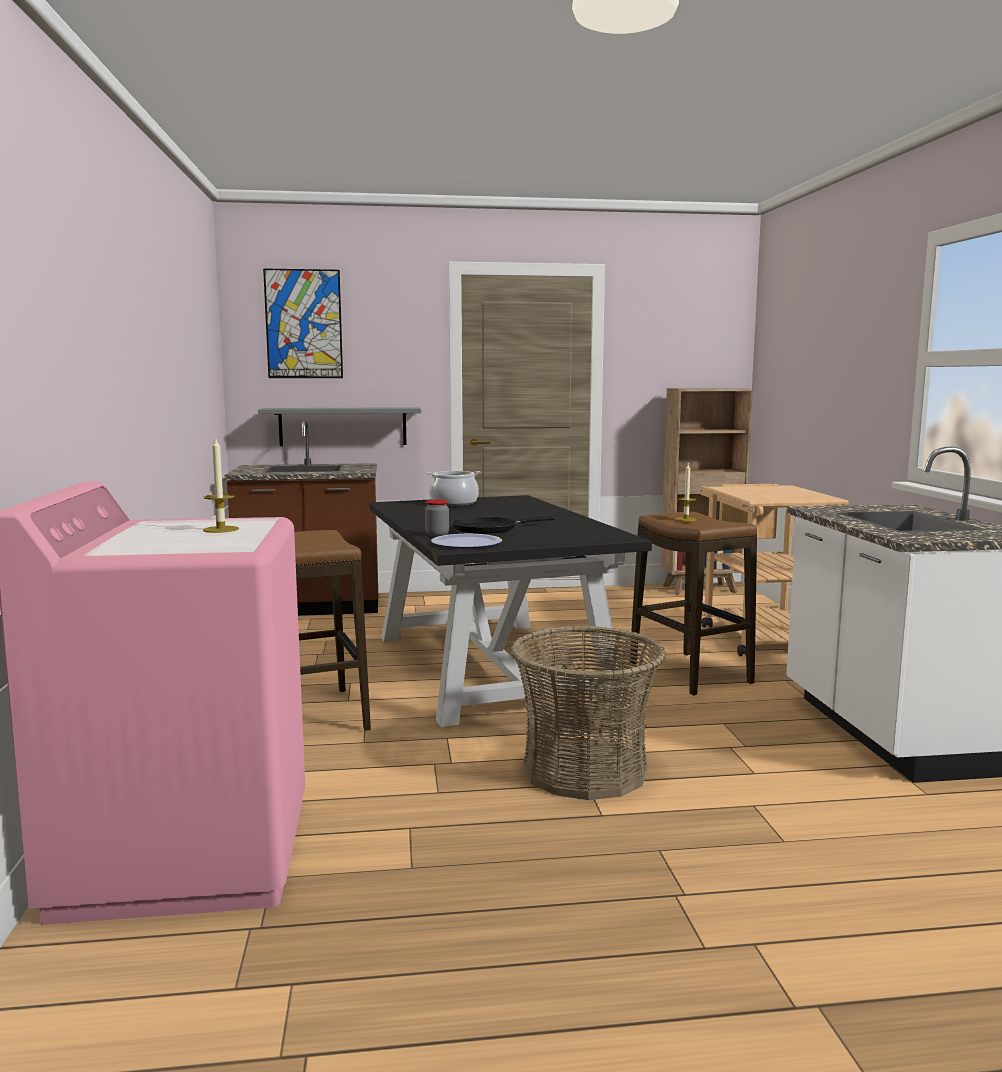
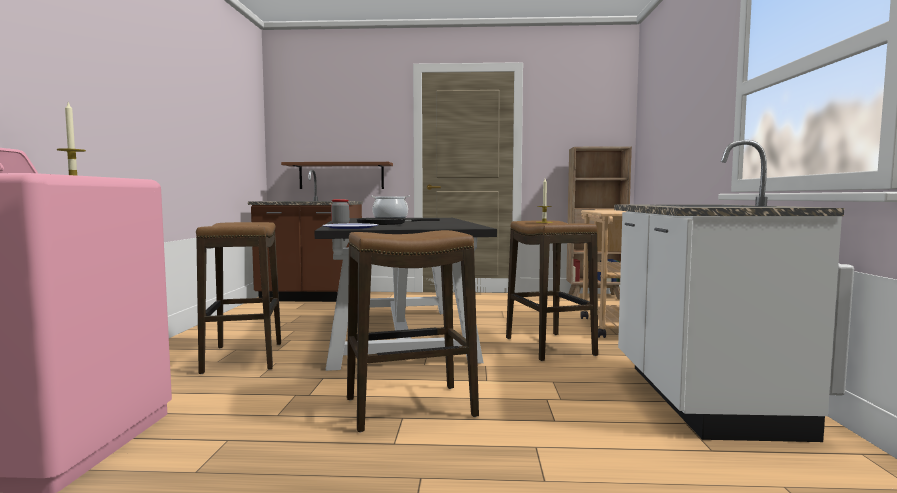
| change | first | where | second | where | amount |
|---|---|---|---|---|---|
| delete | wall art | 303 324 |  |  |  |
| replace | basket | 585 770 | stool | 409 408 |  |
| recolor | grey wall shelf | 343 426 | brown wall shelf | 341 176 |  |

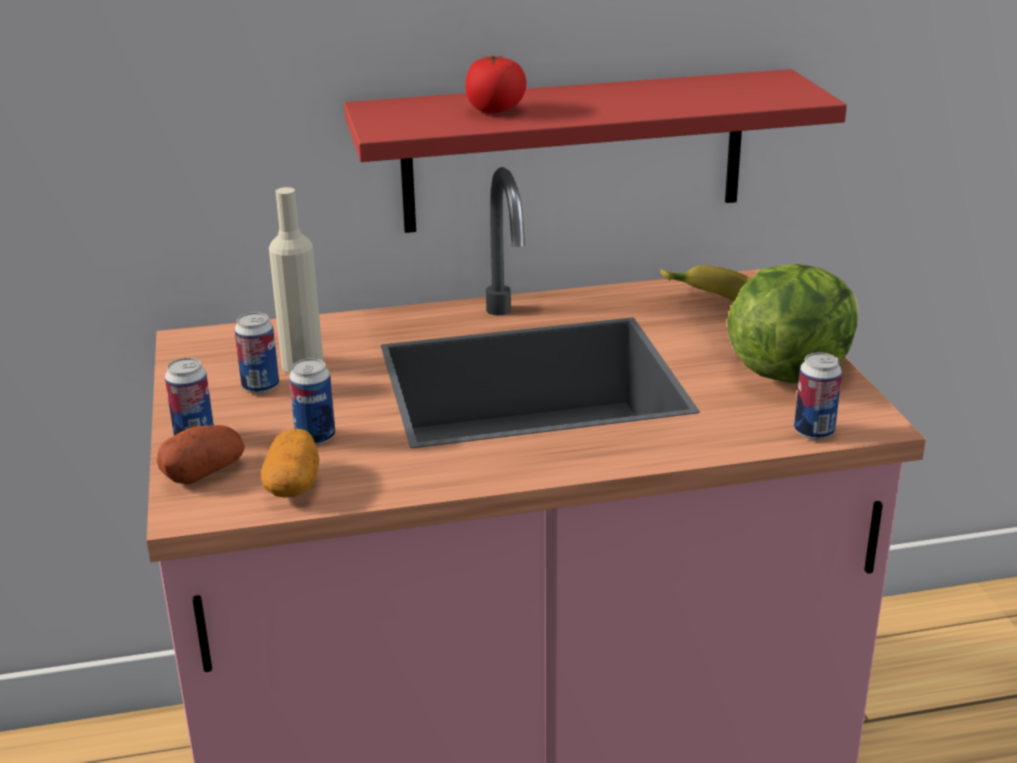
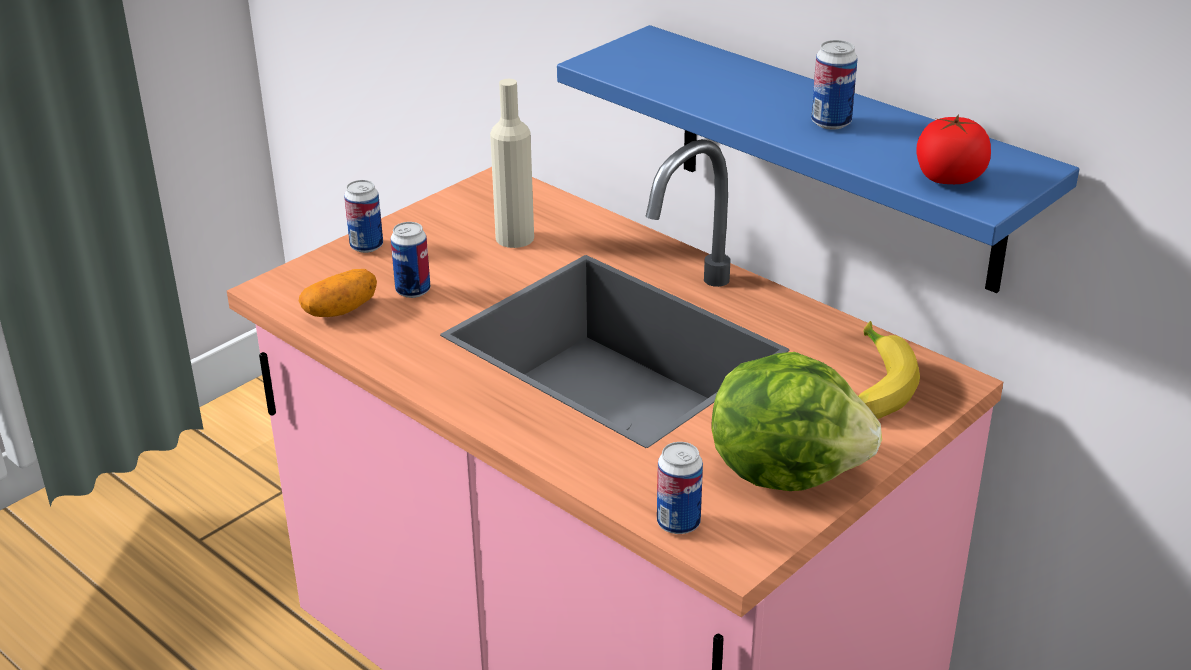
| change | first | where | second | where | amount |
|---|---|---|---|---|---|
| delete | potato | 204 472 |  |  |  |
| move | can | 260 387 |  | 831 123 |  |
| move | whole tomato | 495 110 |  | 949 179 |  |
| recolor | reddish wall shelf | 574 151 | blue wall shelf | 837 158 |  |

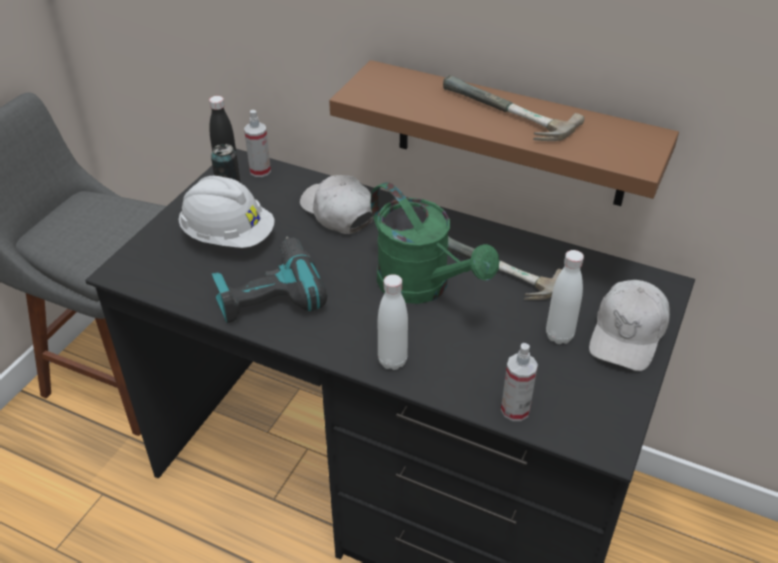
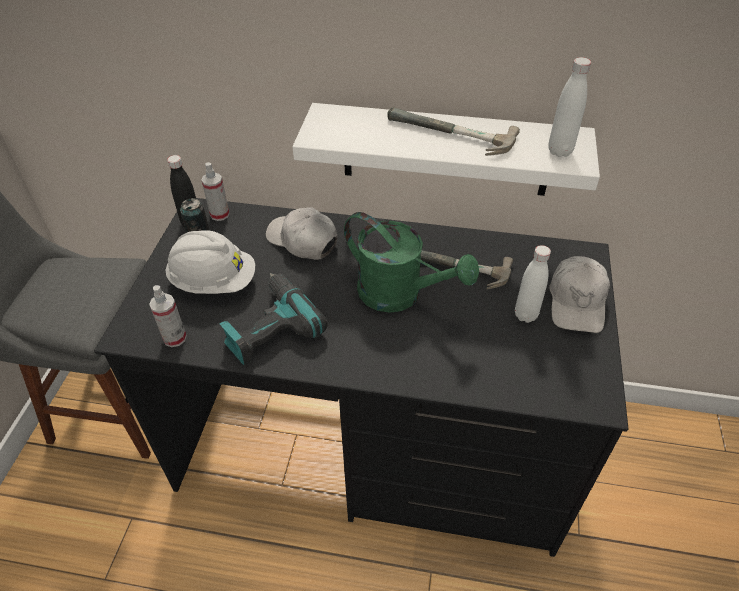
| change | first | where | second | where | amount |
|---|---|---|---|---|---|
| move | white bottle | 392 361 |  | 560 151 |  |
| move | sprayer | 515 410 |  | 174 338 |  |
| recolor | brown wall shelf | 510 135 | white wall shelf | 446 150 |  |

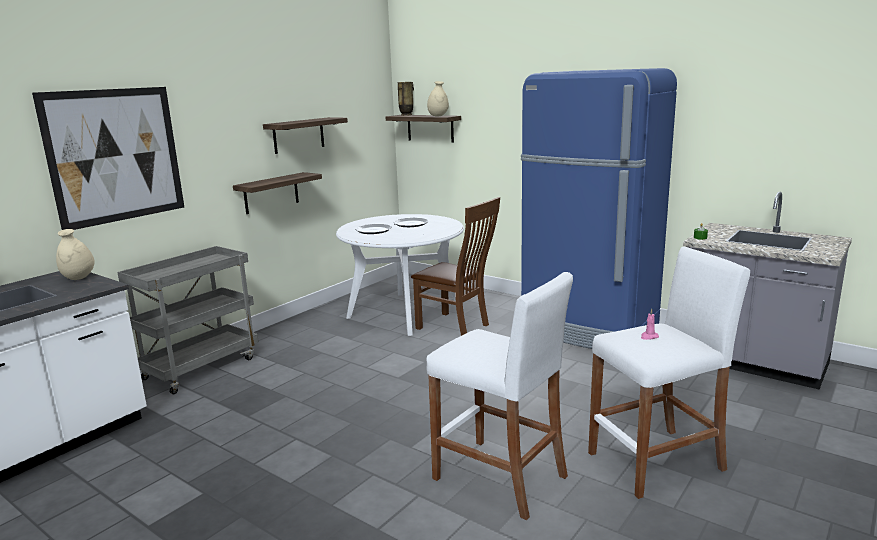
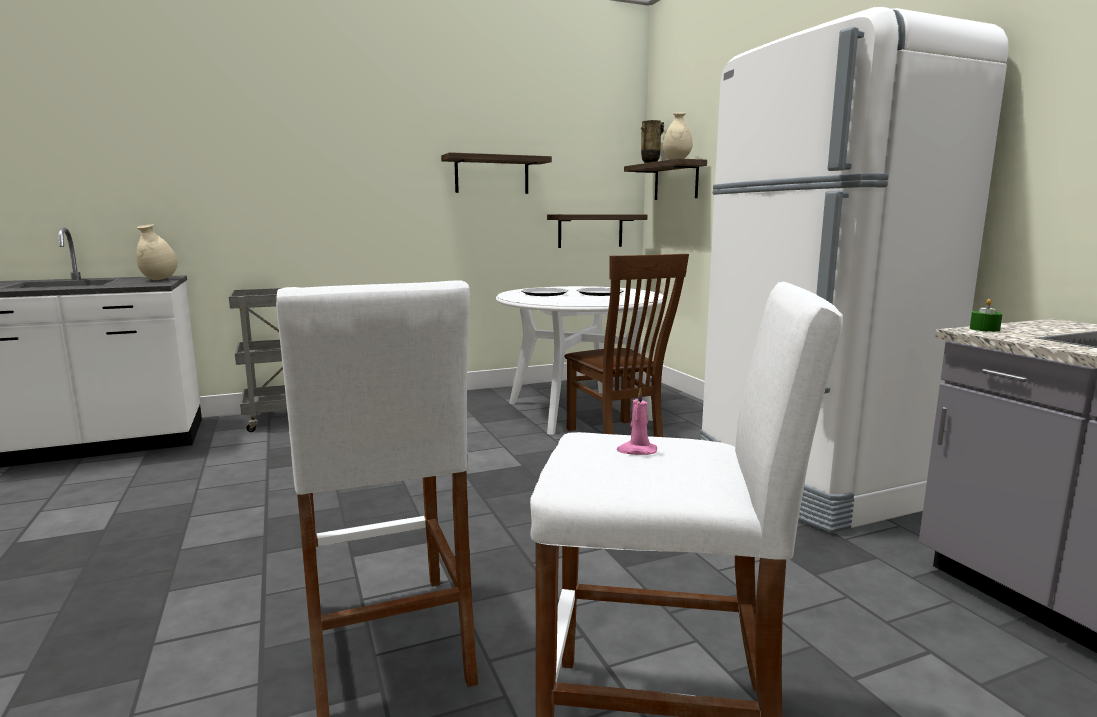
| change | first | where | second | where | amount |
|---|---|---|---|---|---|
| delete | wall art | 115 156 |  |  |  |
| move | wall shelf | 271 193 |  | 590 230 |  |
| recolor | blue fridge | 589 329 | white fridge | 808 482 |  |

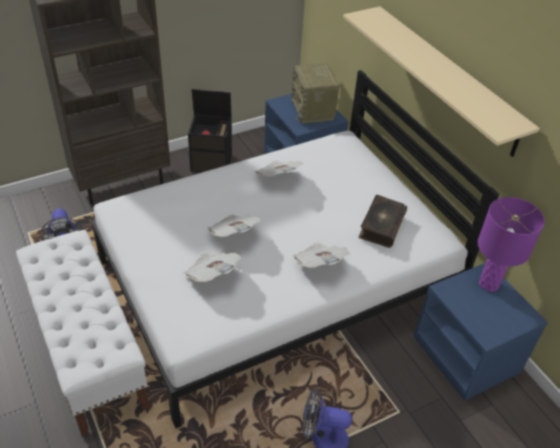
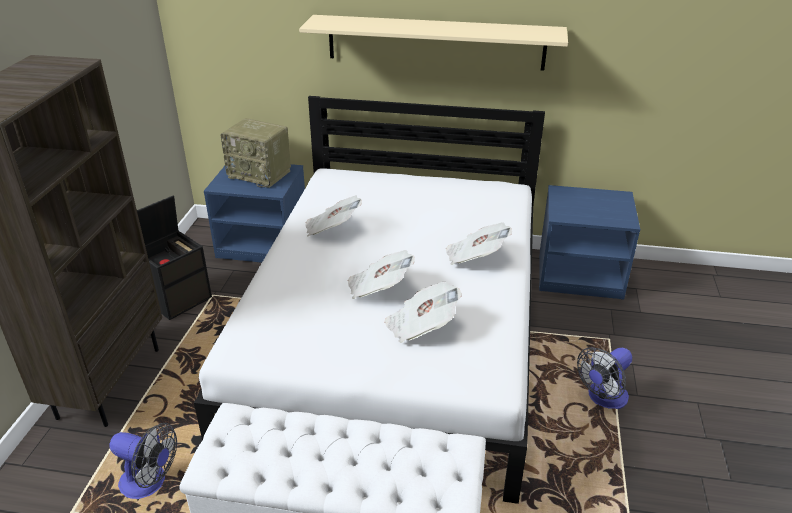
| change | first | where | second | where | amount |
|---|---|---|---|---|---|
| delete | book | 381 226 |  |  |  |
| delete | purple-coloured table lamp | 488 283 |  |  |  |

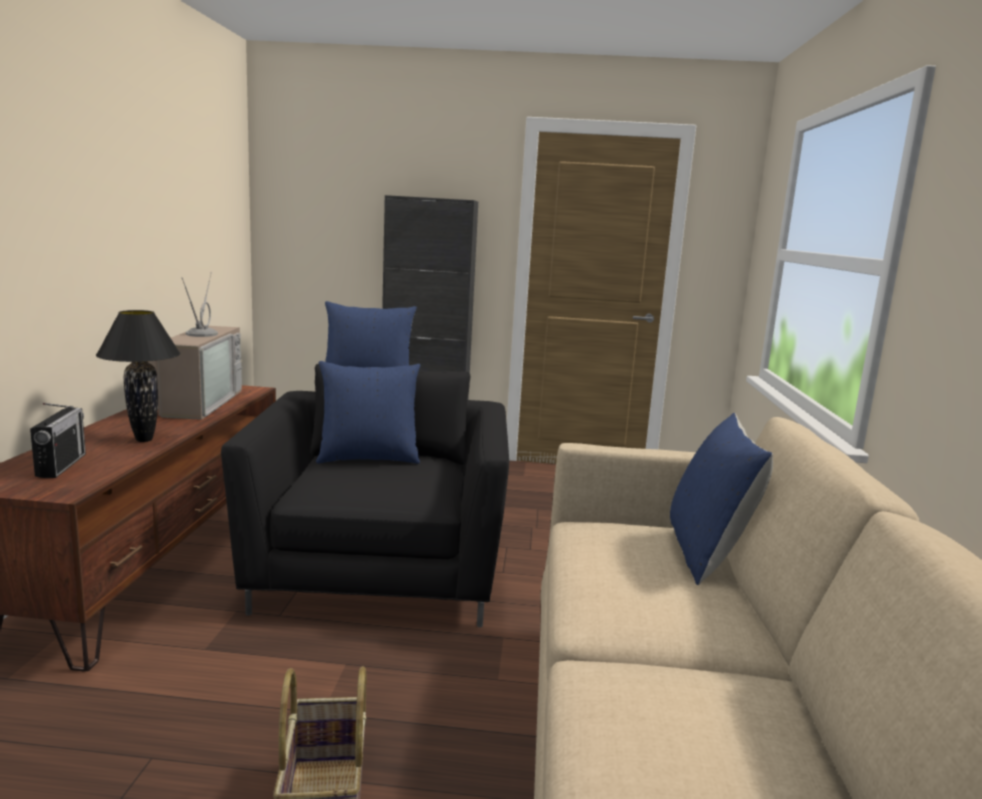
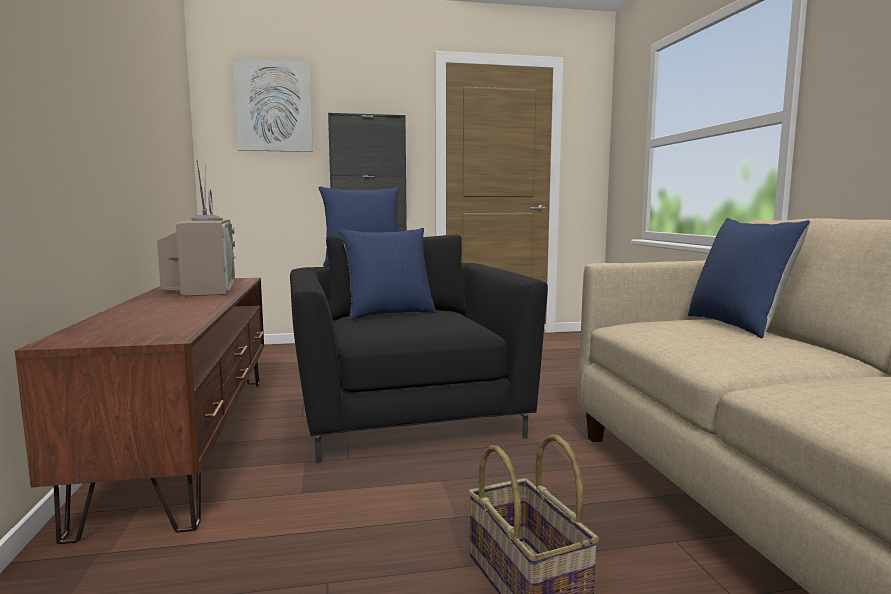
| change | first | where | second | where | amount |
|---|---|---|---|---|---|
| delete | radio | 61 465 |  |  |  |
| delete | blackish table lamp | 144 440 |  |  |  |
| insert |  |  | wall art | 274 106 |  |

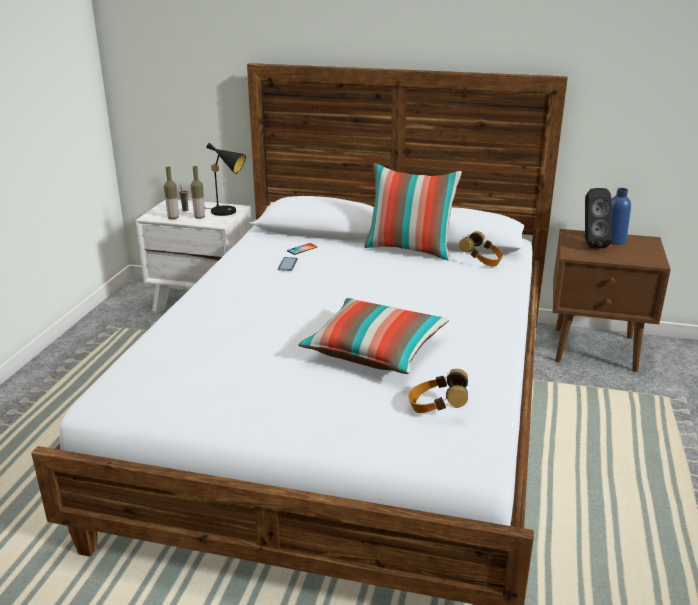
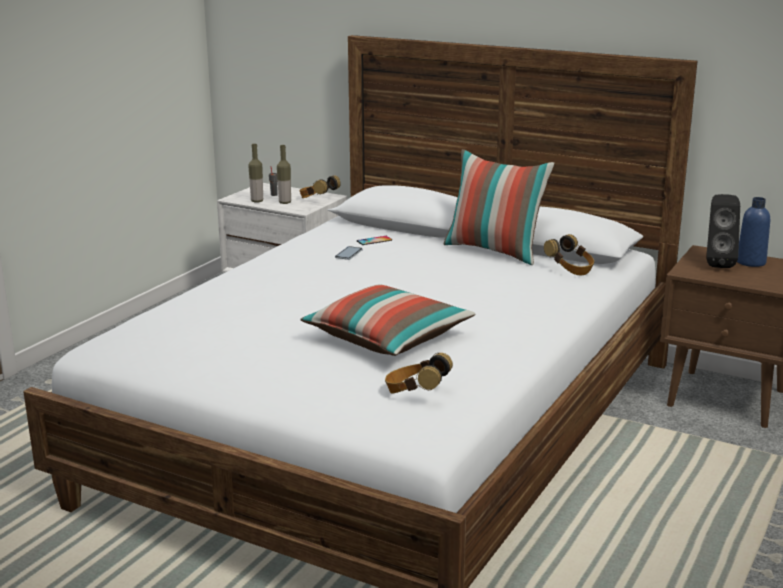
| change | first | where | second | where | amount |
|---|---|---|---|---|---|
| replace | blackish table lamp | 227 212 | headphones | 318 200 |  |

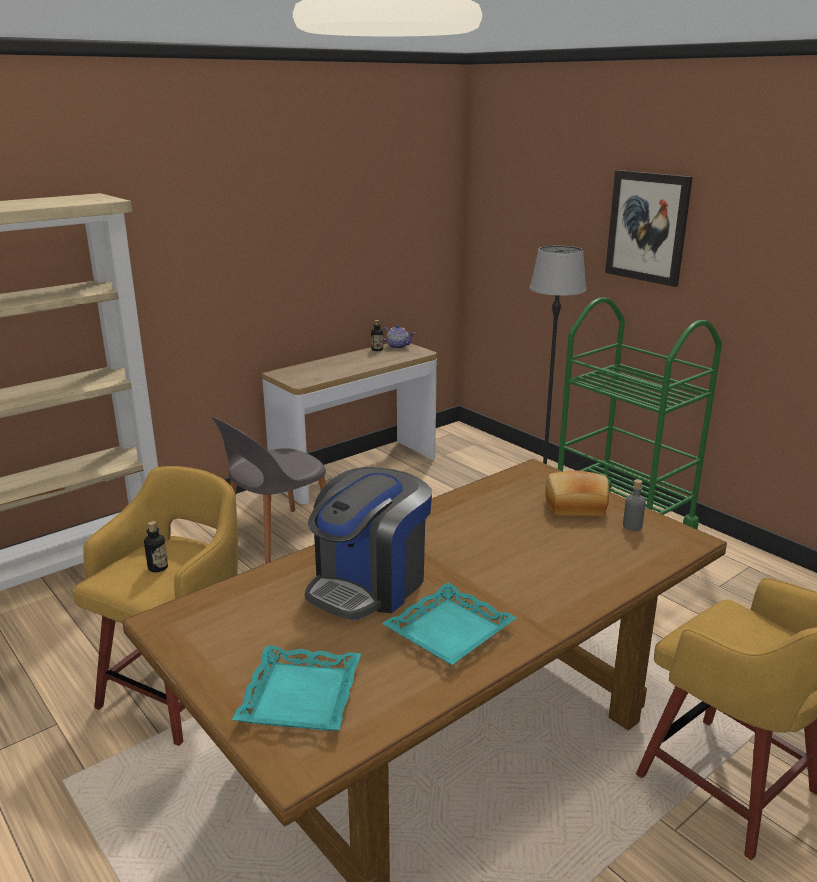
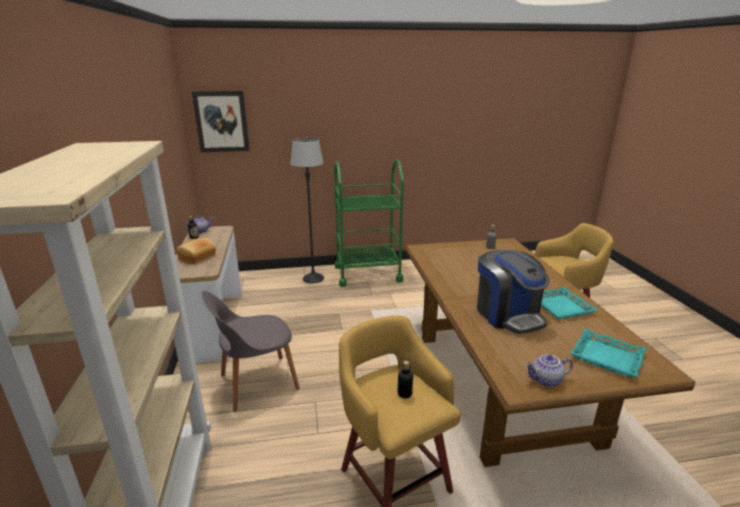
| change | first | where | second | where | amount |
|---|---|---|---|---|---|
| insert |  |  | teapot | 546 381 |  |
| move | bread | 575 507 |  | 197 257 |  |
| move | wall art | 647 227 |  | 221 121 |  |
| rotate | grey chair | 277 537 |  | 256 383 | 75 degrees clockwise |

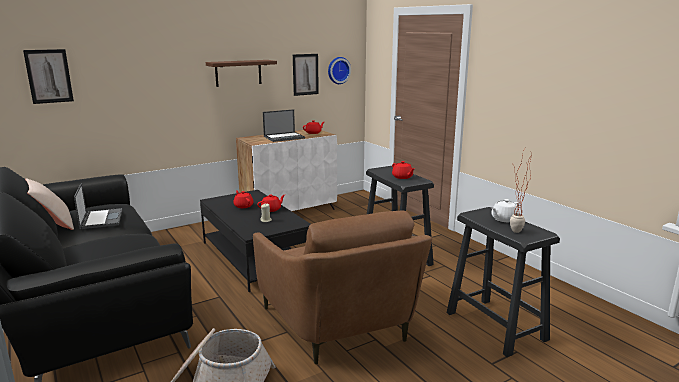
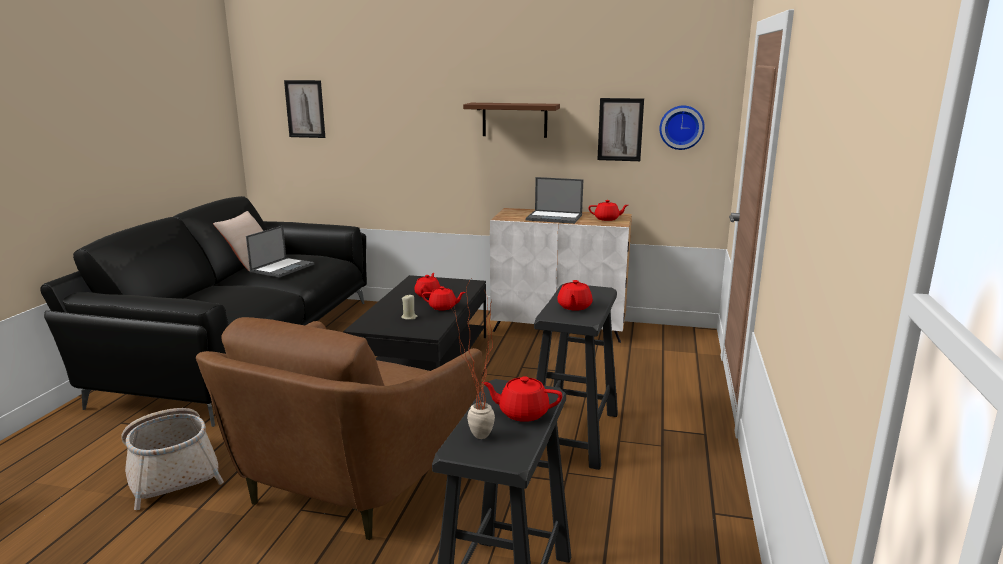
| change | first | where | second | where | amount |
|---|---|---|---|---|---|
| recolor | white teapot | 504 219 | reddish teapot | 522 413 |  |

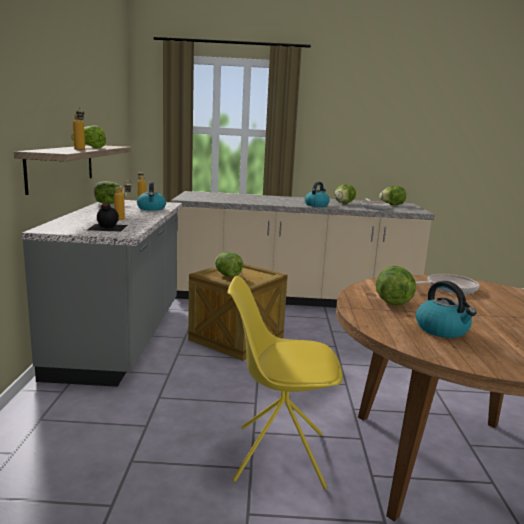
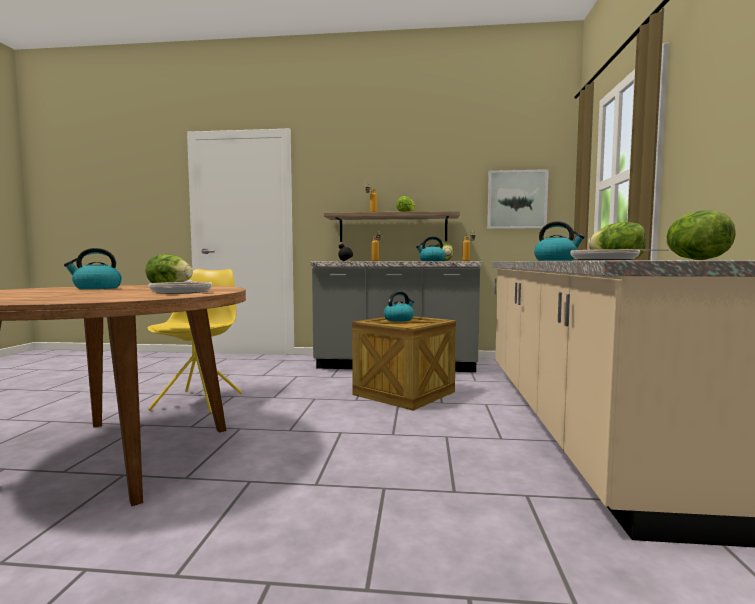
| change | first | where | second | where | amount |
|---|---|---|---|---|---|
| insert |  |  | wall art | 516 200 |  |
| replace | head of lettuce | 227 275 | water kettle | 399 319 |  |

